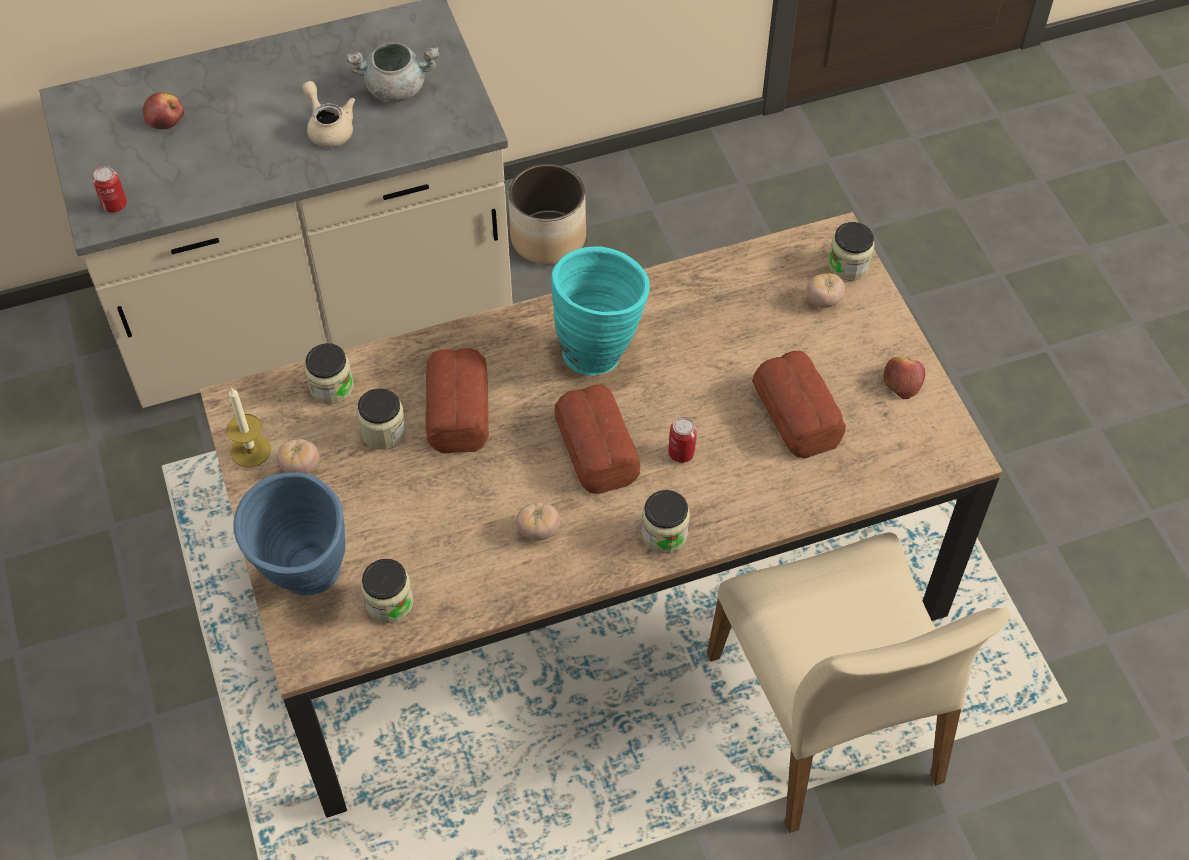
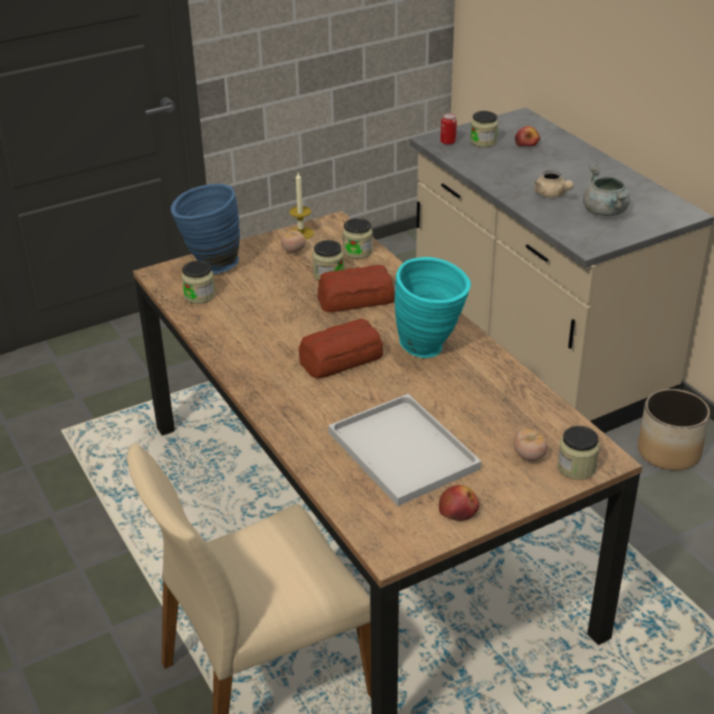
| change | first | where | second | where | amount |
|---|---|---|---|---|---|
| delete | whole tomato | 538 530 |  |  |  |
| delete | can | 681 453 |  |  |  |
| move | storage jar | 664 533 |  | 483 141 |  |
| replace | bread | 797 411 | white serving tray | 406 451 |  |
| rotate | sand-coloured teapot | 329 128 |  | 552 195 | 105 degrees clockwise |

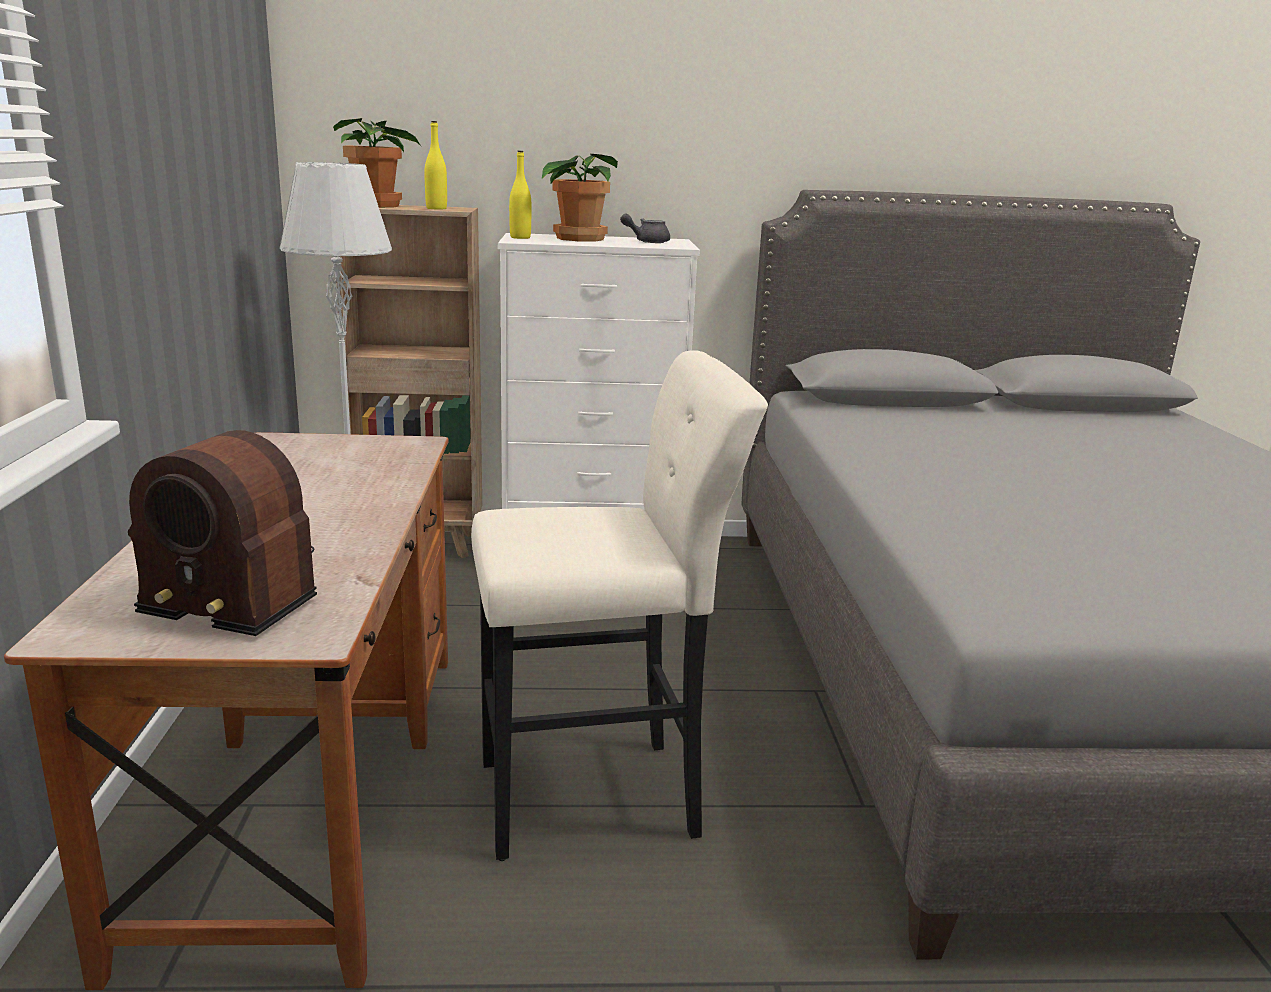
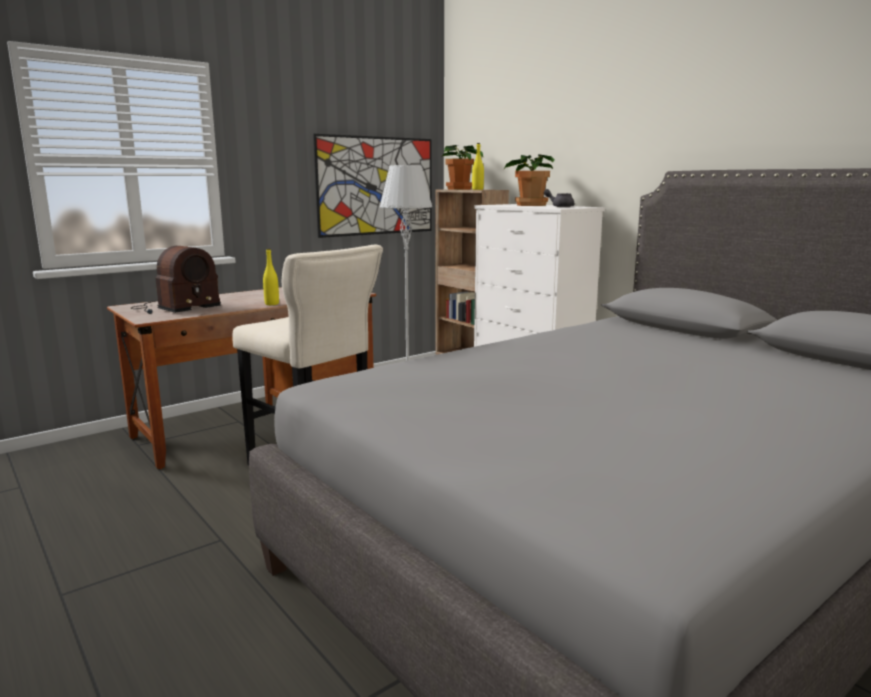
| change | first | where | second | where | amount |
|---|---|---|---|---|---|
| insert |  |  | wall art | 376 186 |  |
| move | yellow bottle | 520 237 |  | 272 304 |  |
| rotate | radio | 231 589 |  | 175 308 | 120 degrees counterclockwise |

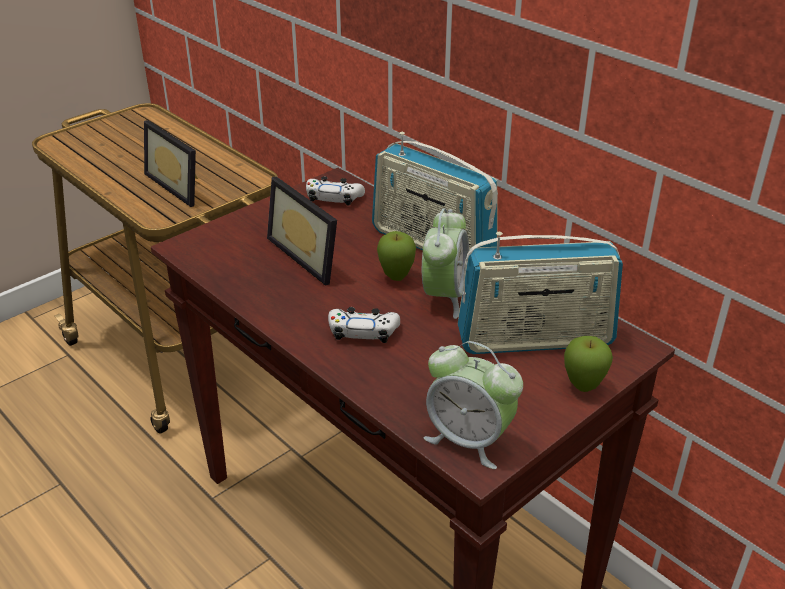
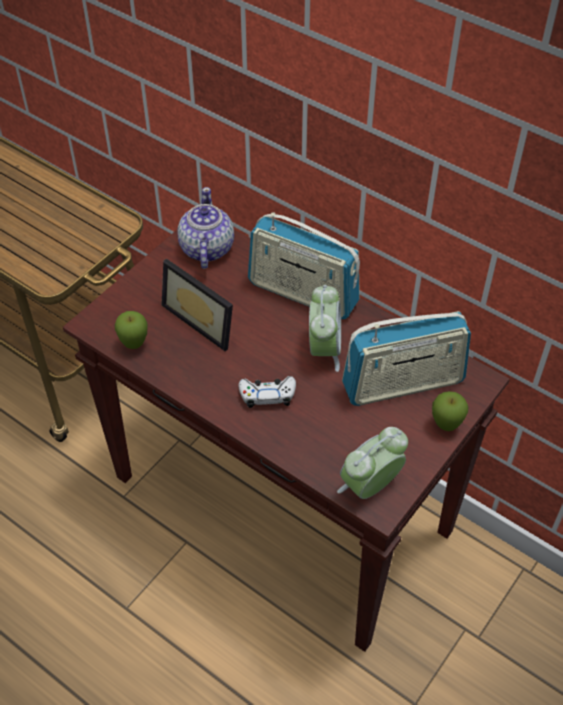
| change | first | where | second | where | amount |
|---|---|---|---|---|---|
| delete | standing frame | 181 185 |  |  |  |
| move | apple | 396 278 |  | 134 345 |  |
| replace | white joypad | 334 197 | teapot | 206 249 |  |
| rotate | alarm clock | 469 440 |  | 370 486 | 120 degrees clockwise |

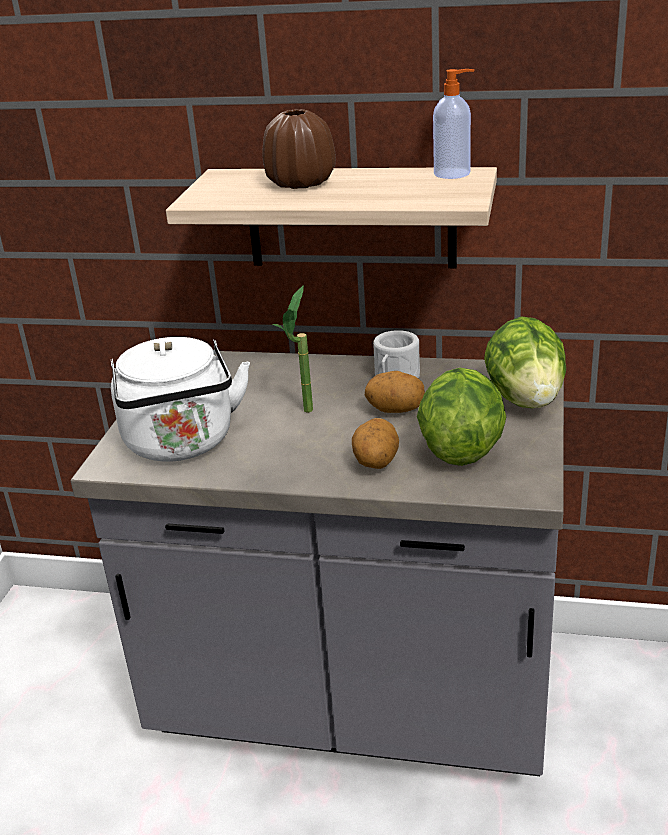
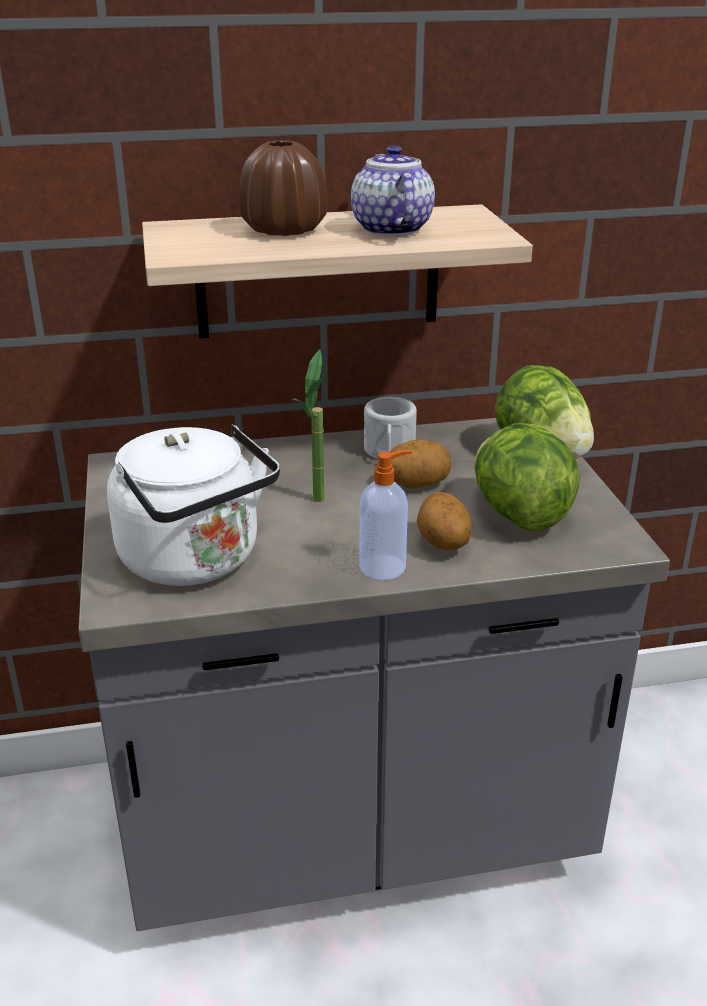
| change | first | where | second | where | amount |
|---|---|---|---|---|---|
| insert |  |  | teapot | 390 229 |  |
| move | liquid soap bottle | 453 173 |  | 384 567 |  |

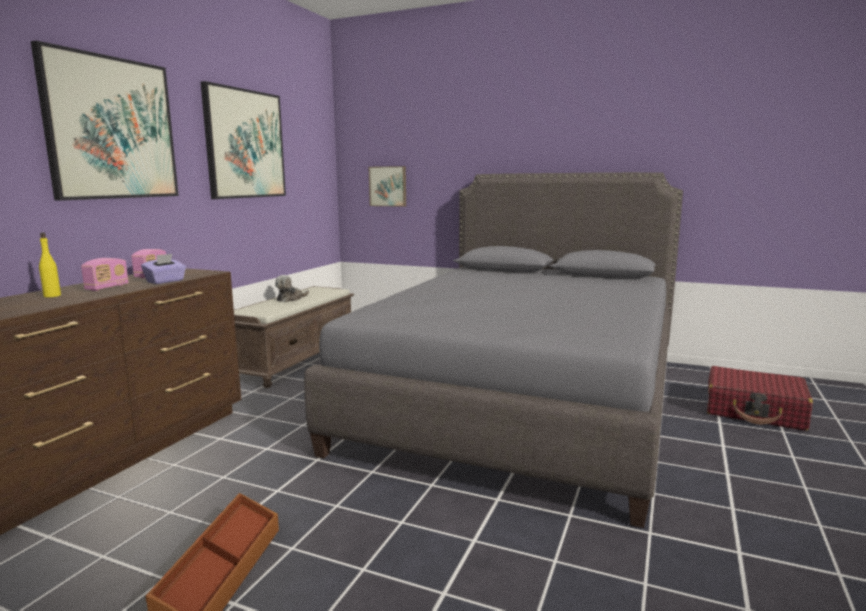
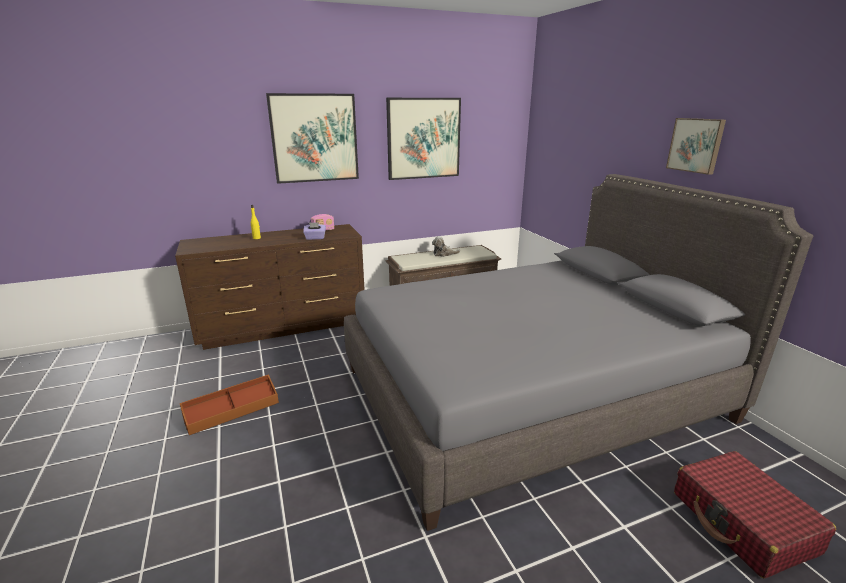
| change | first | where | second | where | amount |
|---|---|---|---|---|---|
| delete | radio | 107 288 |  |  |  |
| move | wall art | 388 186 |  | 696 145 |  |

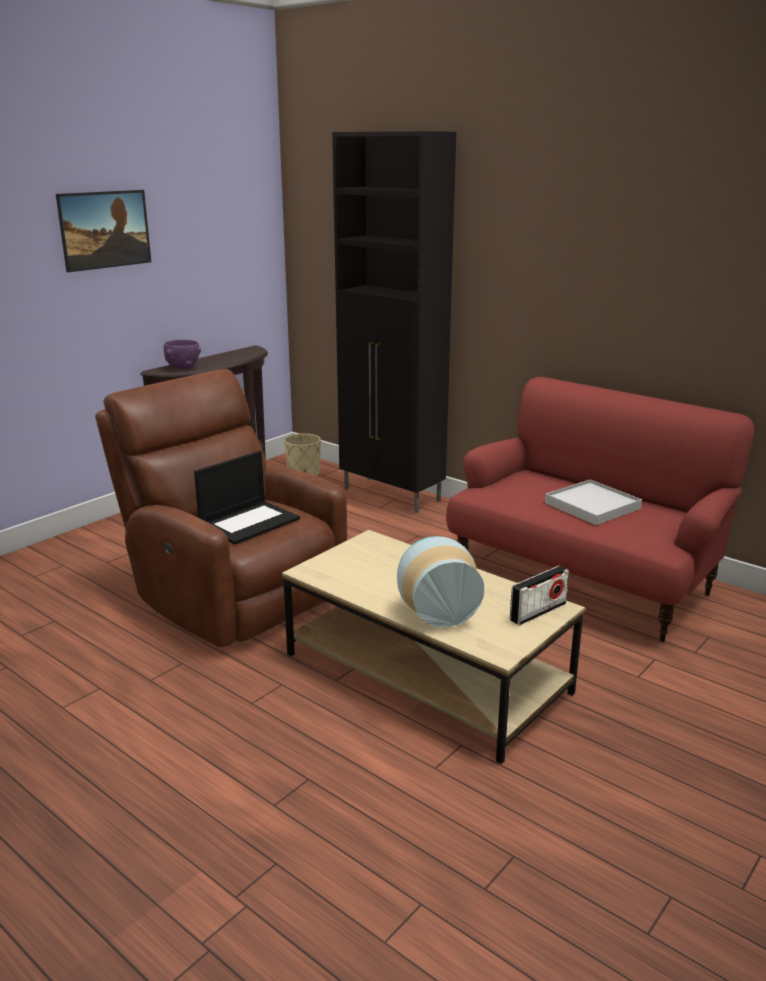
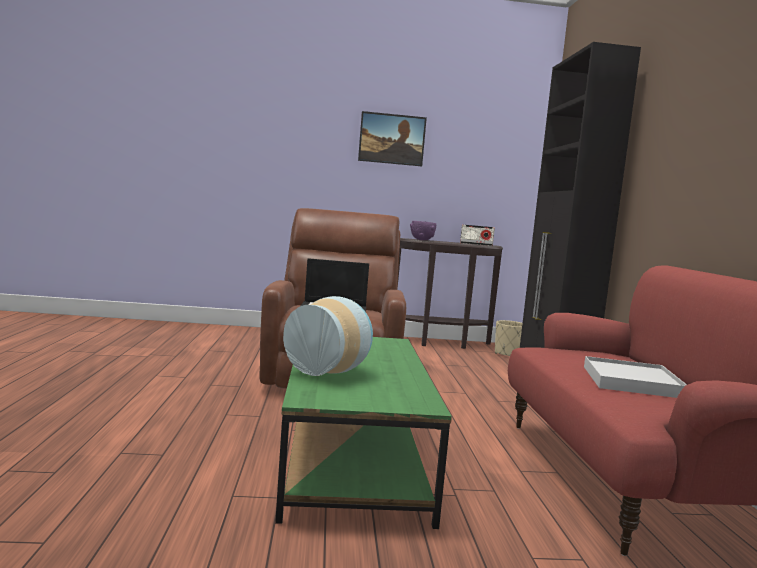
| change | first | where | second | where | amount |
|---|---|---|---|---|---|
| move | radio | 538 612 |  | 476 244 |  |
| recolor | sand-coloured lounge table | 426 672 | green-coloured lounge table | 353 455 |  |

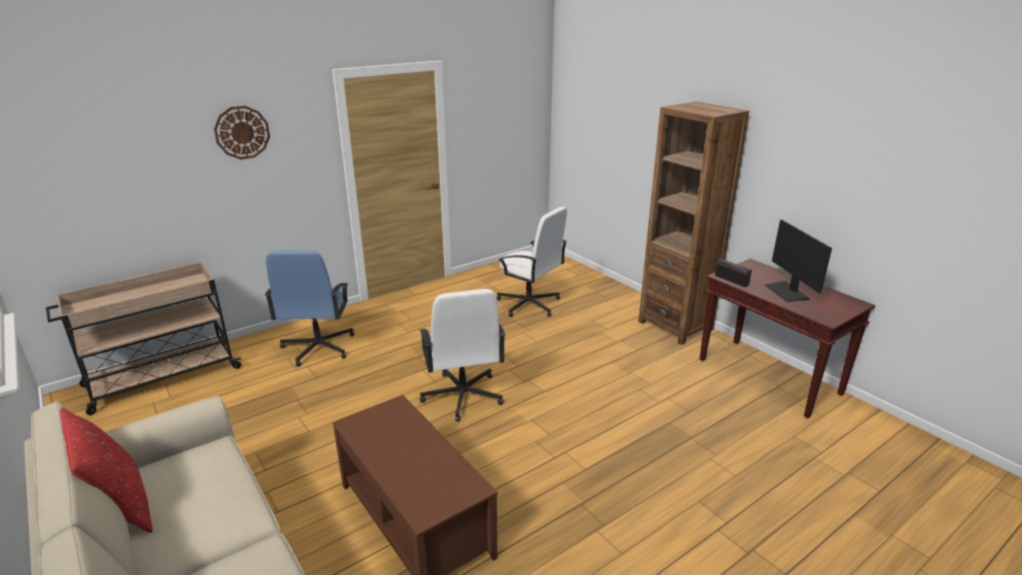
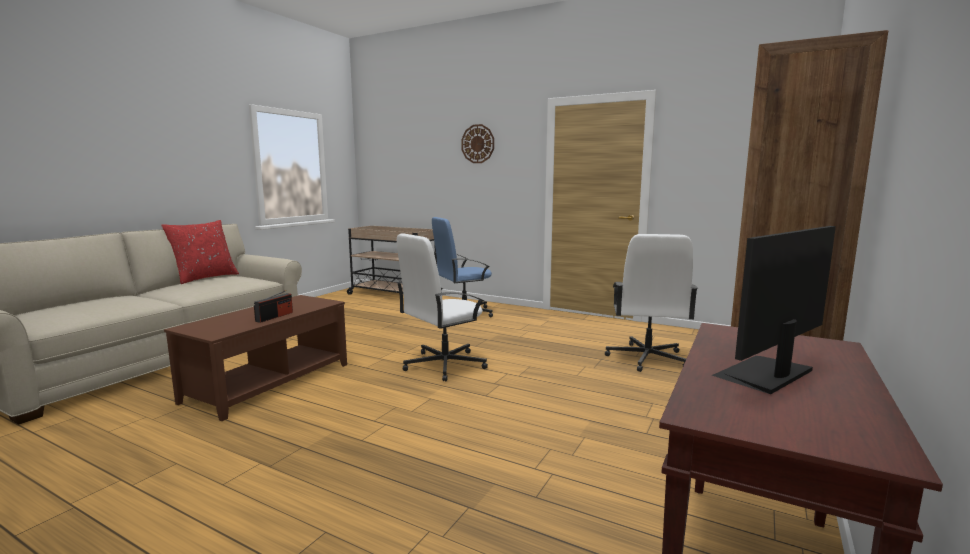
| change | first | where | second | where | amount |
|---|---|---|---|---|---|
| move | radio | 731 280 |  | 274 317 |  |

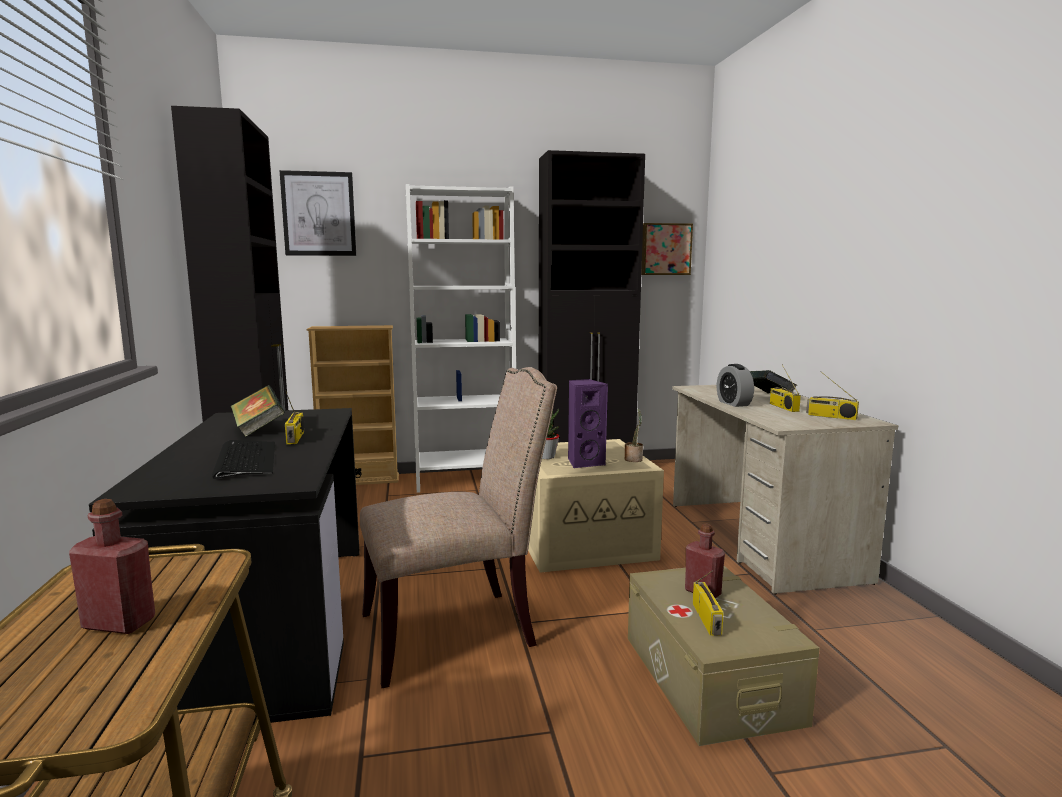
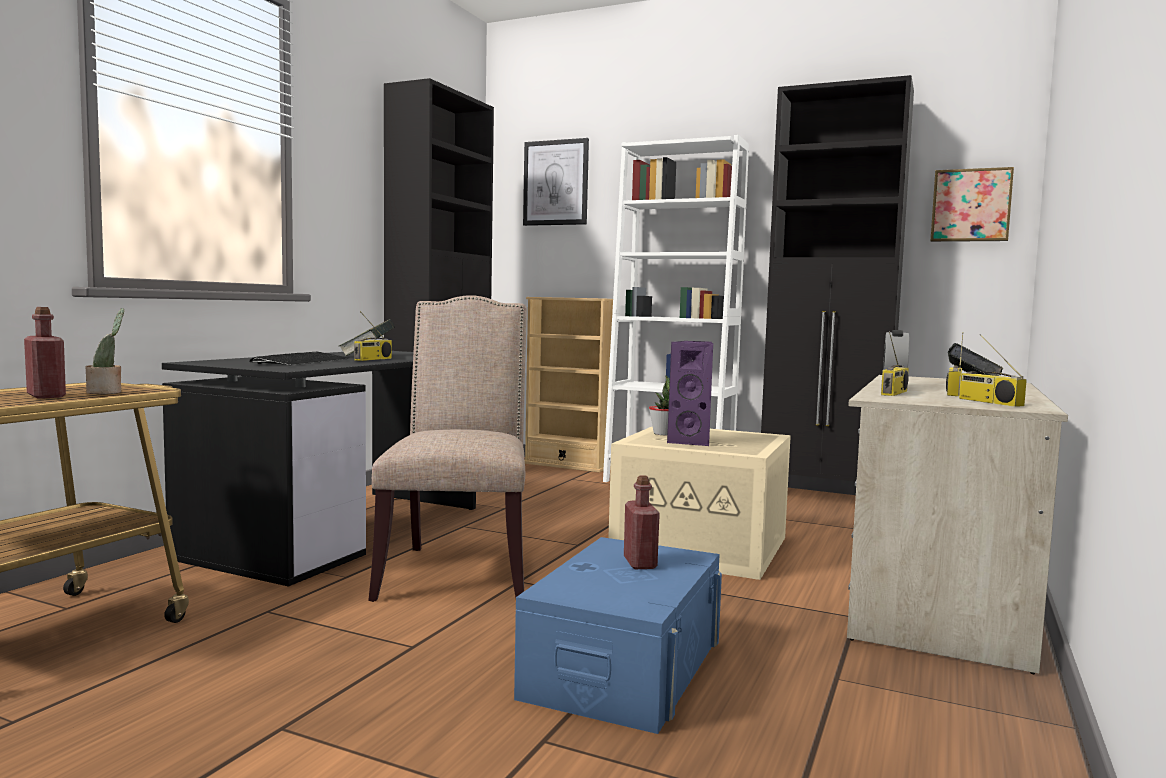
| change | first | where | second | where | amount |
|---|---|---|---|---|---|
| move | plant in a pot | 634 459 |  | 107 392 |  |
| move | radio | 708 619 |  | 895 393 |  |
| recolor | sand-coloured storage box | 709 677 | blue storage box | 623 667 |  |
| rotate | sand-coloured chair | 455 630 |  | 458 570 | 105 degrees counterclockwise |

